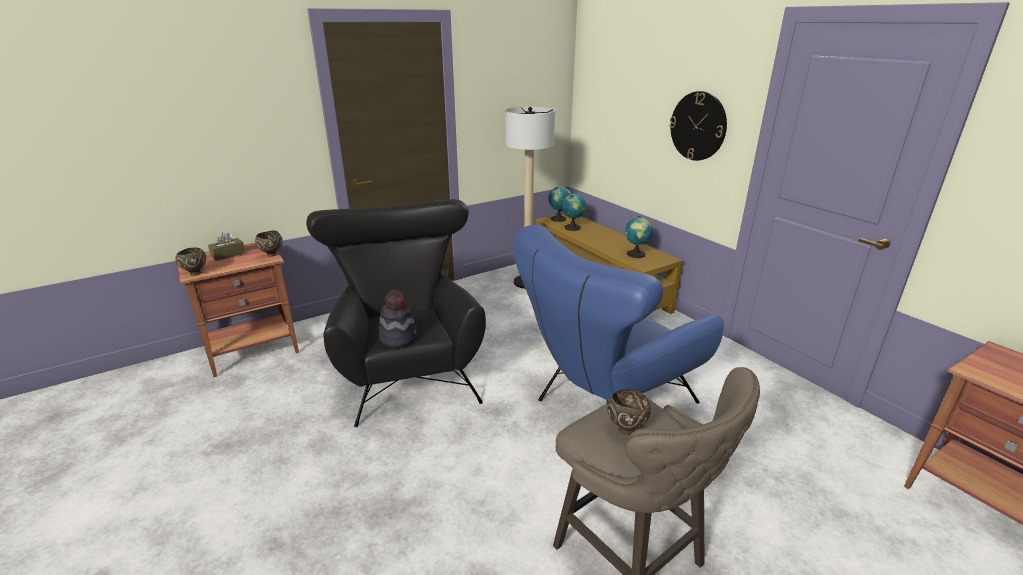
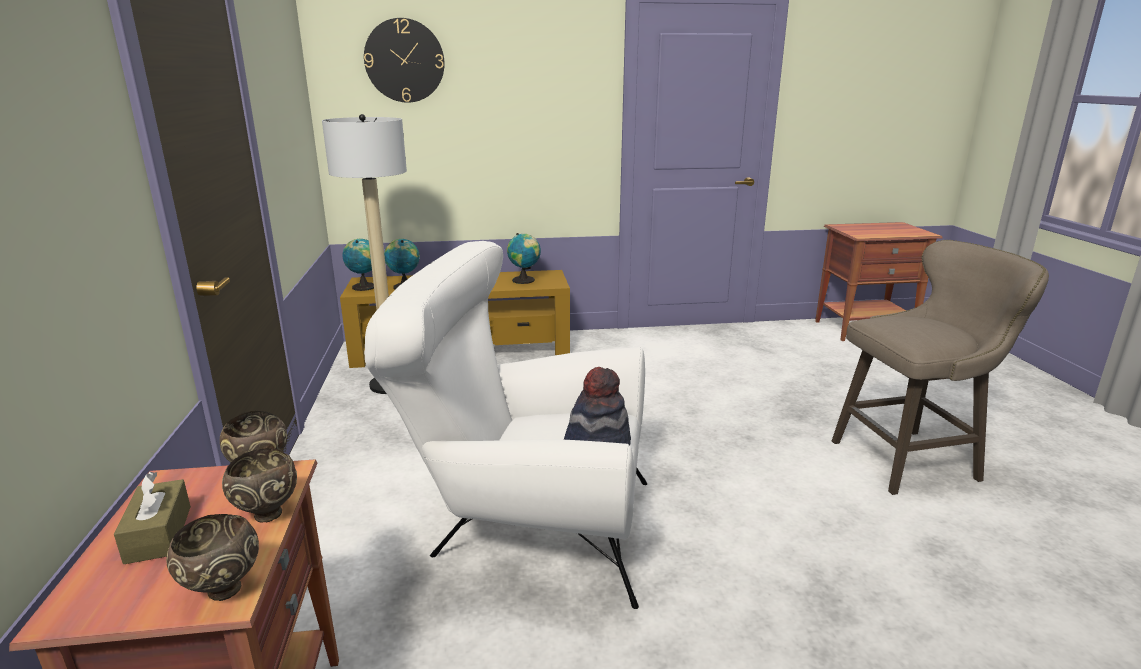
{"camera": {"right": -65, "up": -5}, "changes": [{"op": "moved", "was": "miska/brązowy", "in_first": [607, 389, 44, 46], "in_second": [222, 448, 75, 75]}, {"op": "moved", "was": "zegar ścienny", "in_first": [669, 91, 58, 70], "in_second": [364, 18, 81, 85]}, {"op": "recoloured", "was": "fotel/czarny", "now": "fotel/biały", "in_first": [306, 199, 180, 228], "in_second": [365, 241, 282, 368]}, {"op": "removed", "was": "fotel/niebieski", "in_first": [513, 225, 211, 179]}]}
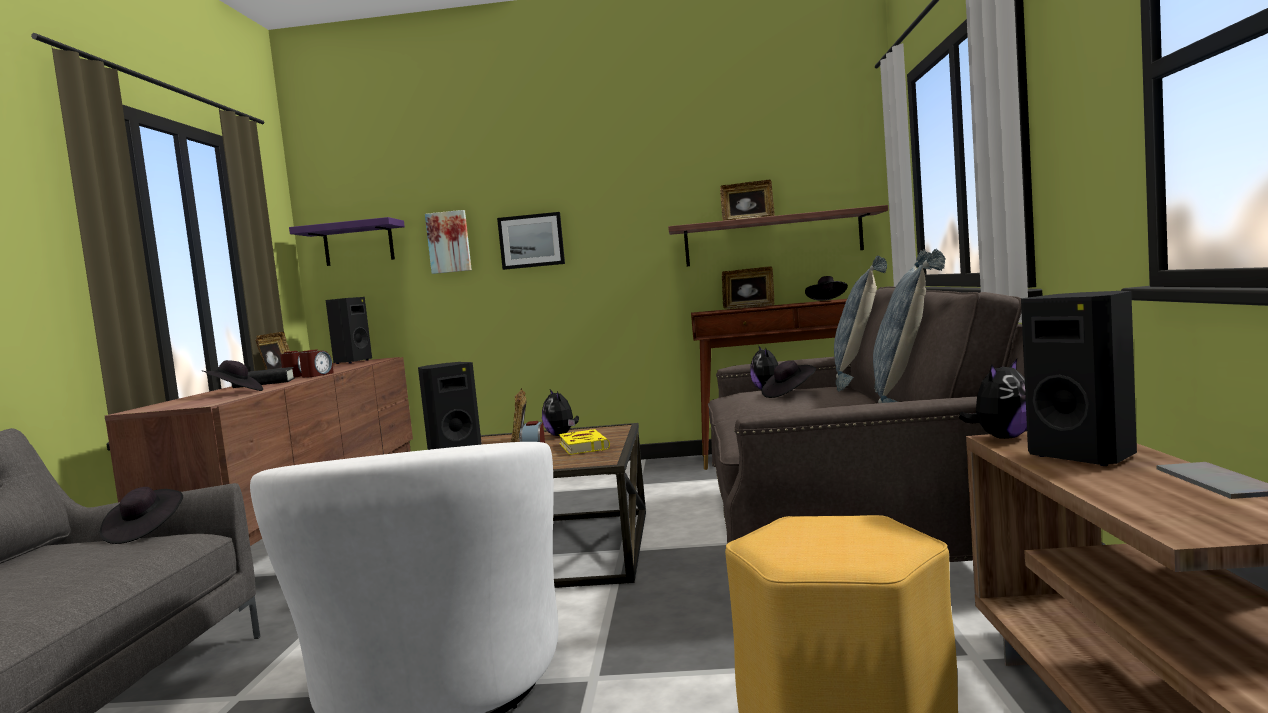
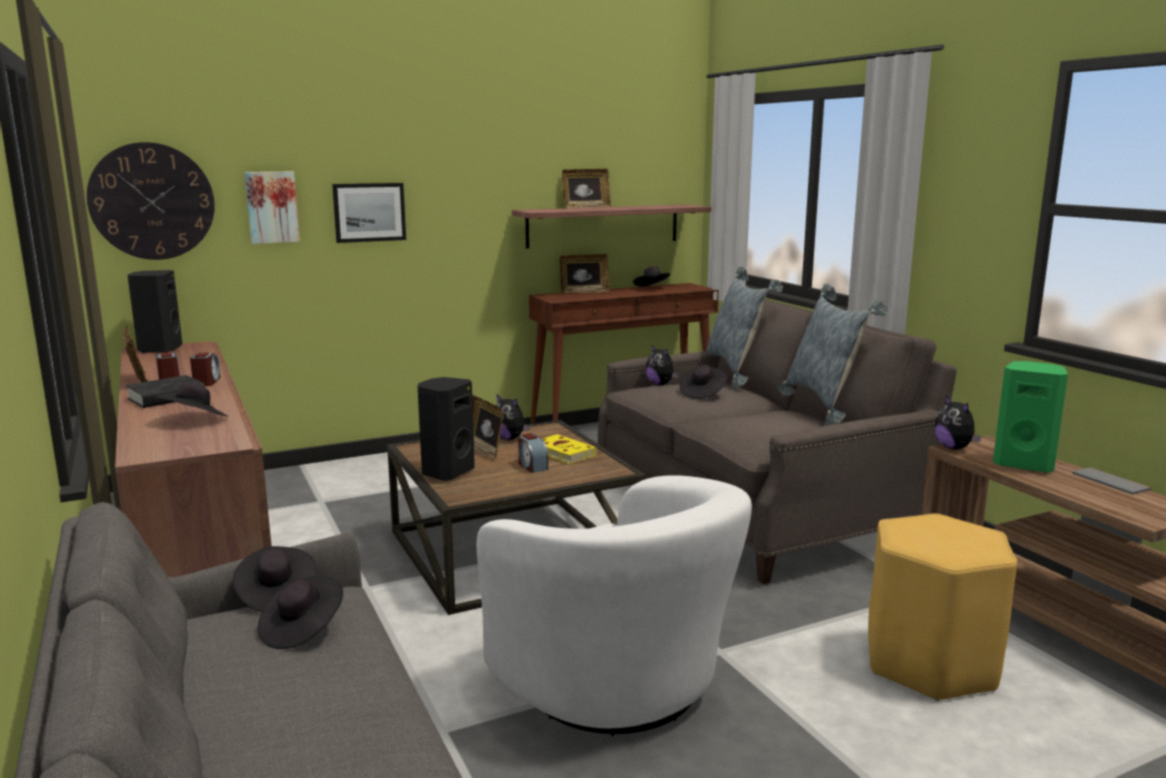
{"camera": {"right": -30, "up": 10}, "changes": [{"op": "replaced", "was": "półka/fioletowy", "now": "zegar ścienny", "in_first": [289, 217, 116, 49], "in_second": [87, 142, 128, 118]}, {"op": "added", "now": "kapelusz/czarny", "in_second": [257, 577, 86, 72]}, {"op": "turned", "was": "pluszak", "in_first": [959, 359, 68, 80], "in_second": [934, 395, 48, 55], "clockwise": 135}, {"op": "recoloured", "was": "głośnik/czarny", "now": "głośnik/zielony", "in_first": [1021, 291, 116, 175], "in_second": [993, 361, 75, 112]}]}
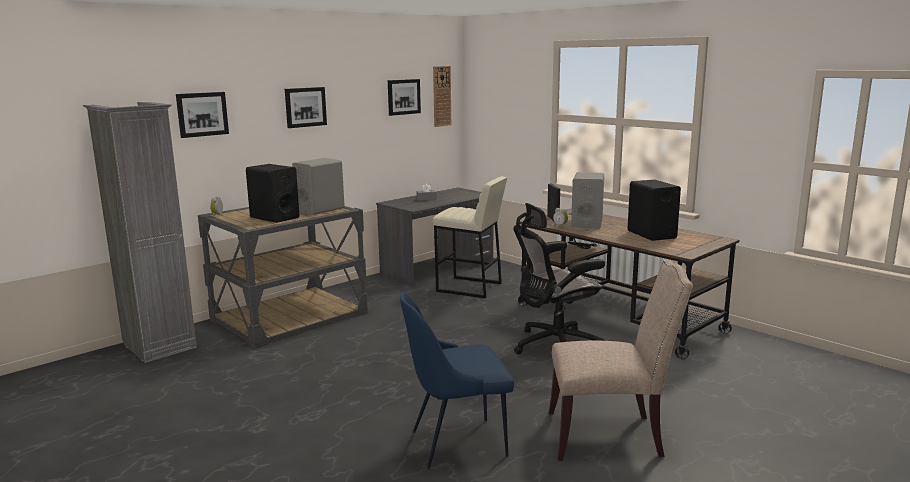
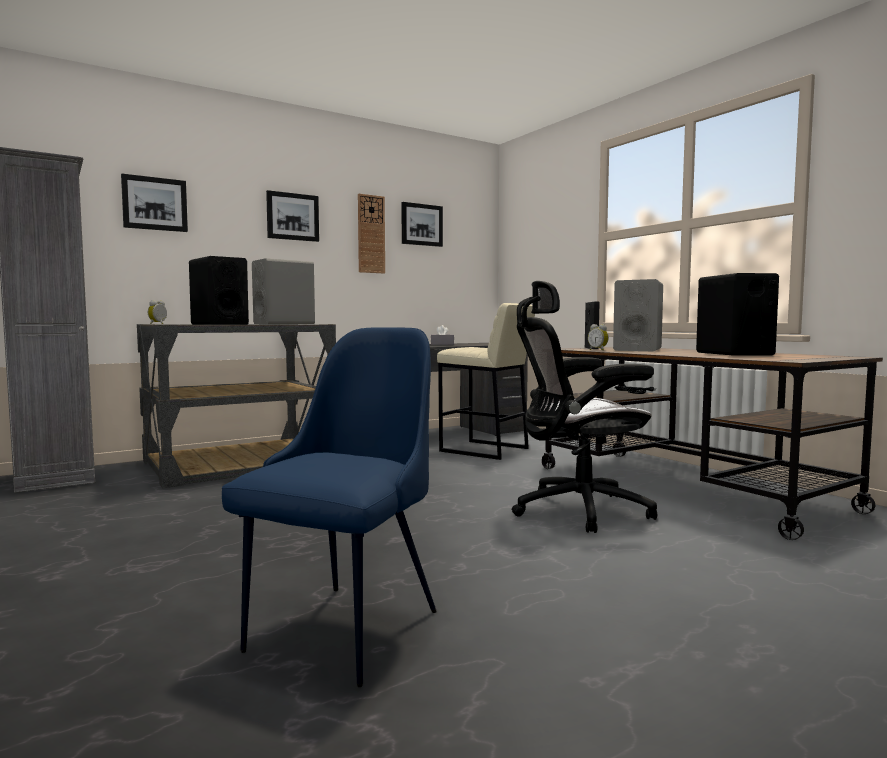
{"camera": {"right": 10, "up": -10}, "changes": [{"op": "turned", "was": "krzesło/niebieski", "in_first": [400, 292, 114, 177], "in_second": [222, 327, 215, 360], "clockwise": 120}, {"op": "moved", "was": "zegar ścienny", "in_first": [433, 66, 18, 61], "in_second": [358, 194, 27, 79]}, {"op": "removed", "was": "krzesło/beżowy", "in_first": [549, 259, 144, 202]}]}
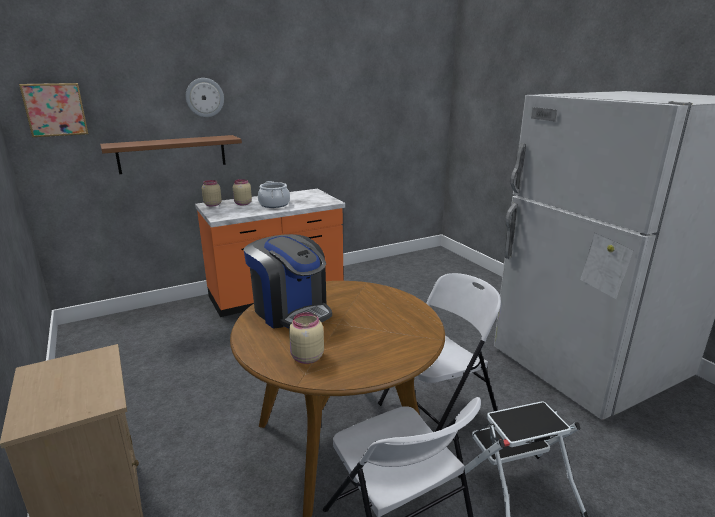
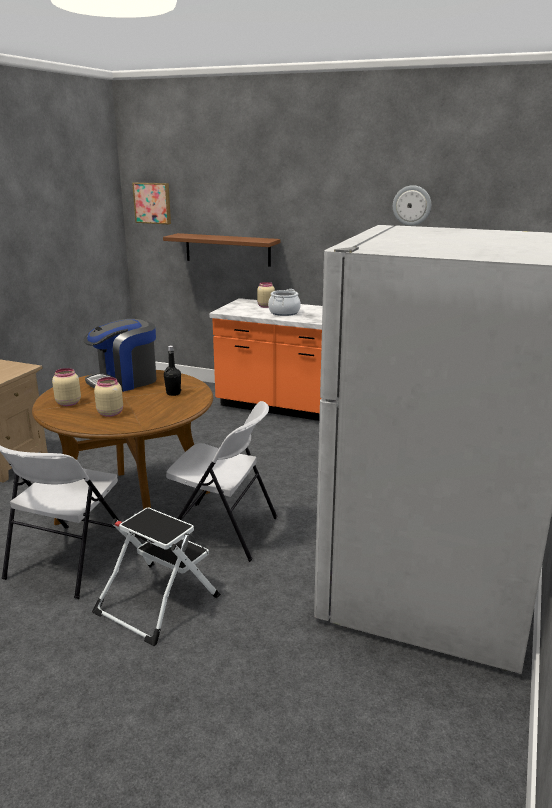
{"camera": {"right": 50, "up": 0}, "changes": [{"op": "turned", "was": "ekspres do kawy", "in_first": [244, 234, 88, 95], "in_second": [84, 319, 72, 73], "clockwise": 45}, {"op": "moved", "was": "słoik/beżowy", "in_first": [202, 180, 20, 27], "in_second": [94, 377, 29, 40]}, {"op": "added", "now": "butelka/czarny", "in_second": [164, 346, 17, 50]}, {"op": "moved", "was": "zegar ścienny", "in_first": [186, 78, 38, 39], "in_second": [393, 185, 38, 41]}]}
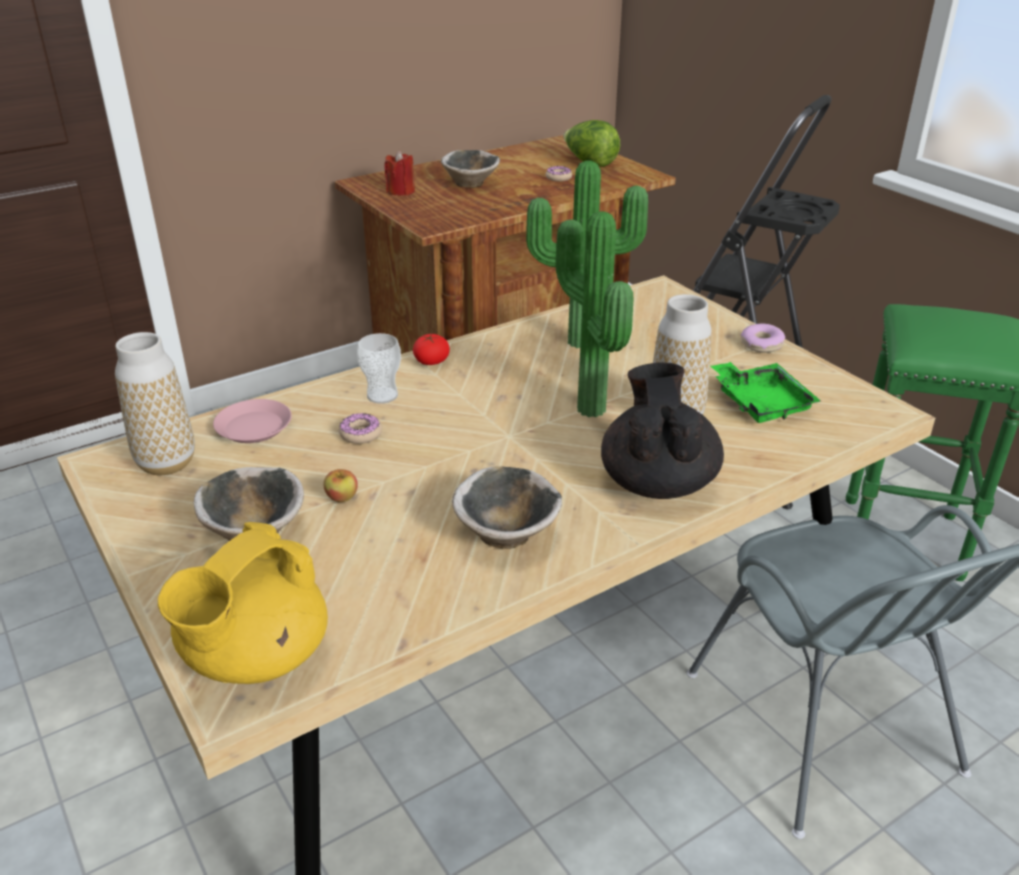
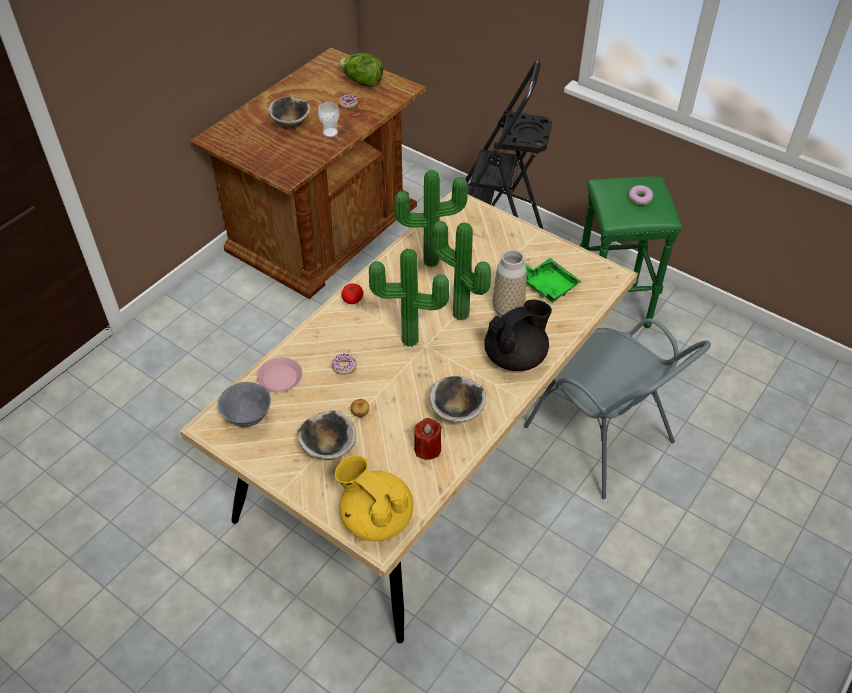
{"camera": {"right": -20, "up": 15}, "changes": [{"op": "replaced", "was": "wazon", "now": "miska/szary", "in_first": [115, 332, 80, 143], "in_second": [218, 382, 53, 45]}, {"op": "moved", "was": "filiżanka", "in_first": [357, 333, 44, 71], "in_second": [318, 102, 21, 35]}, {"op": "turned", "was": "imbryk/żółty", "in_first": [158, 522, 170, 162], "in_second": [335, 455, 78, 86], "clockwise": 120}, {"op": "added", "now": "roślina doniczkowa", "in_second": [369, 249, 80, 98]}, {"op": "moved", "was": "świeca/czerwony", "in_first": [384, 151, 31, 45], "in_second": [414, 418, 28, 42]}, {"op": "turned", "was": "imbryk/czarny", "in_first": [601, 362, 123, 137], "in_second": [484, 299, 68, 72], "clockwise": 75}, {"op": "moved", "was": "donut", "in_first": [741, 324, 44, 29], "in_second": [629, 185, 24, 20]}]}
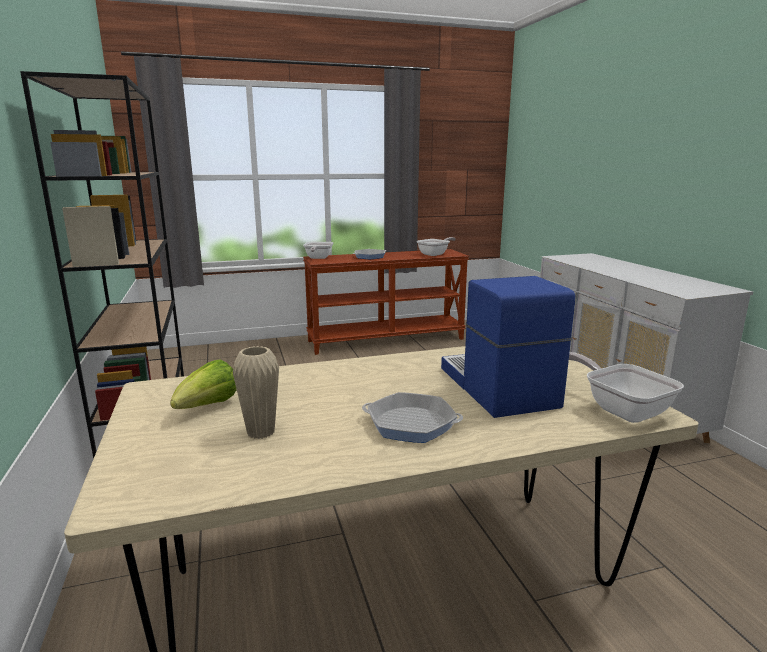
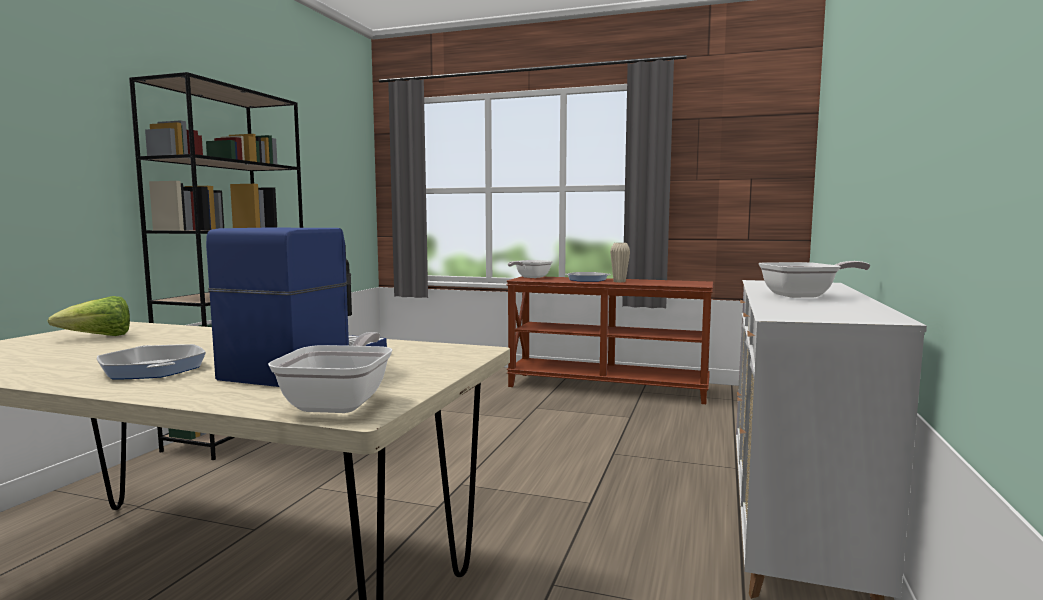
{"camera": {"right": 35, "up": -10}, "changes": [{"op": "moved", "was": "wazon/beżowy", "in_first": [233, 346, 46, 93], "in_second": [610, 243, 20, 40]}, {"op": "moved", "was": "patelnia", "in_first": [417, 237, 39, 19], "in_second": [759, 261, 111, 37]}]}
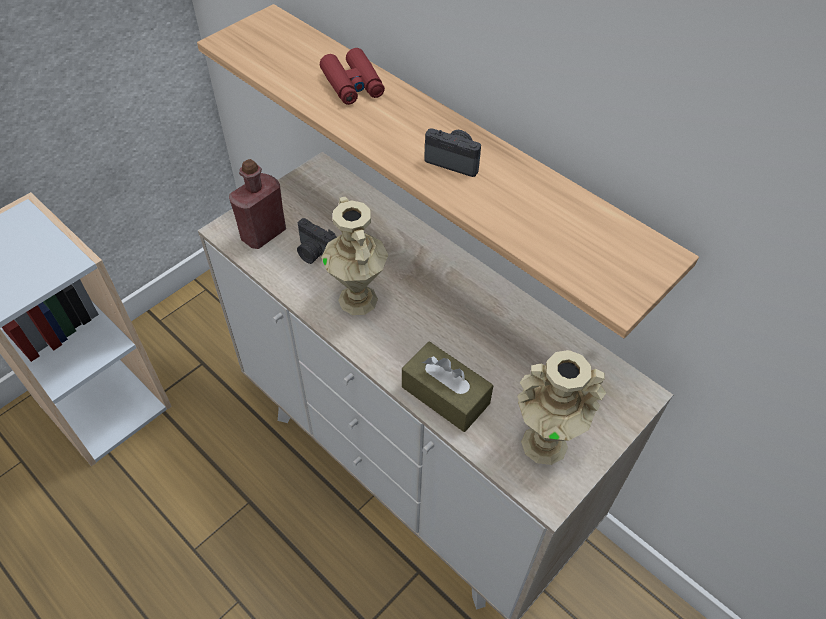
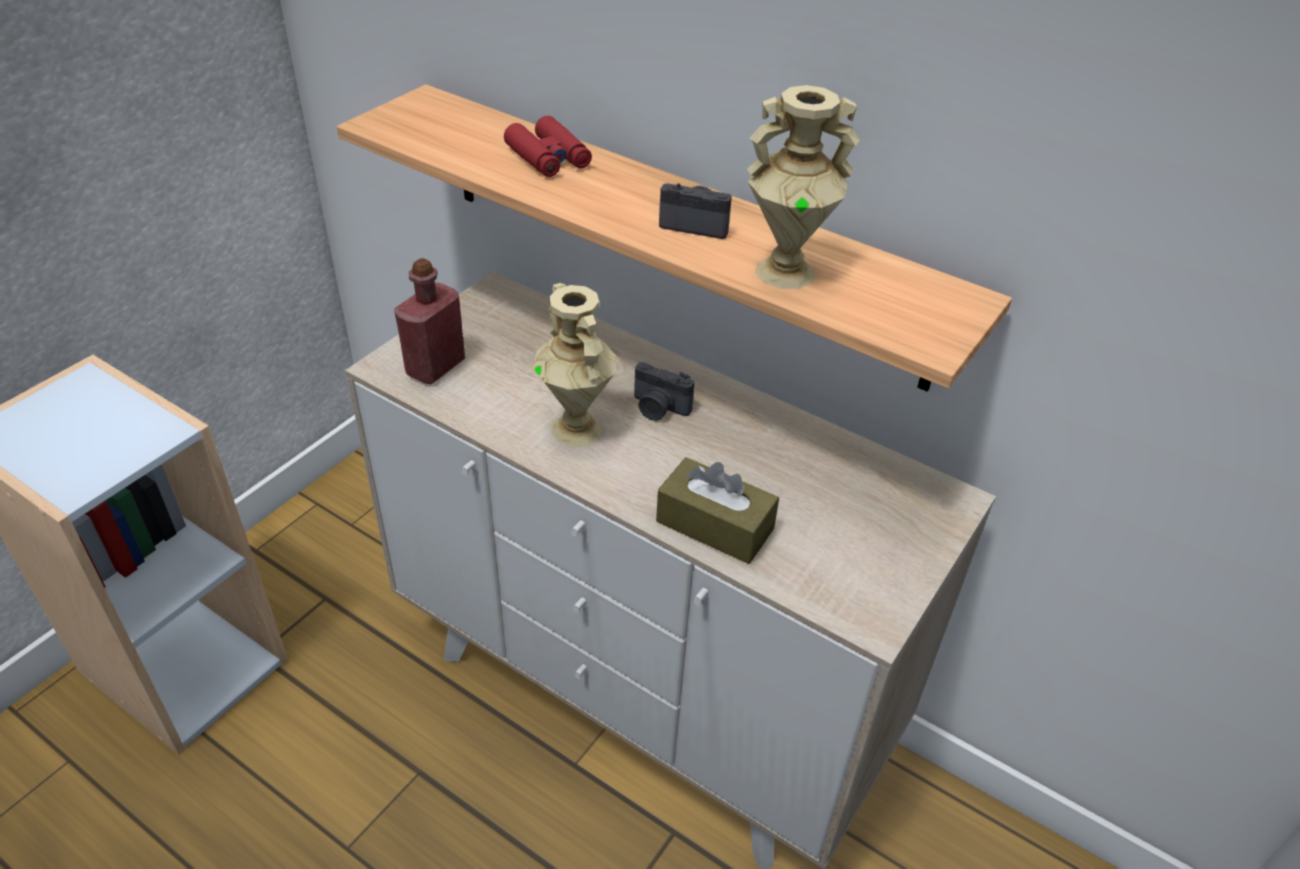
{"camera": {"right": -10, "up": -10}, "changes": [{"op": "moved", "was": "aparat fotograficzny", "in_first": [297, 218, 40, 46], "in_second": [634, 362, 60, 59]}, {"op": "moved", "was": "wazon/beżowy", "in_first": [517, 350, 89, 115], "in_second": [747, 85, 113, 204]}]}
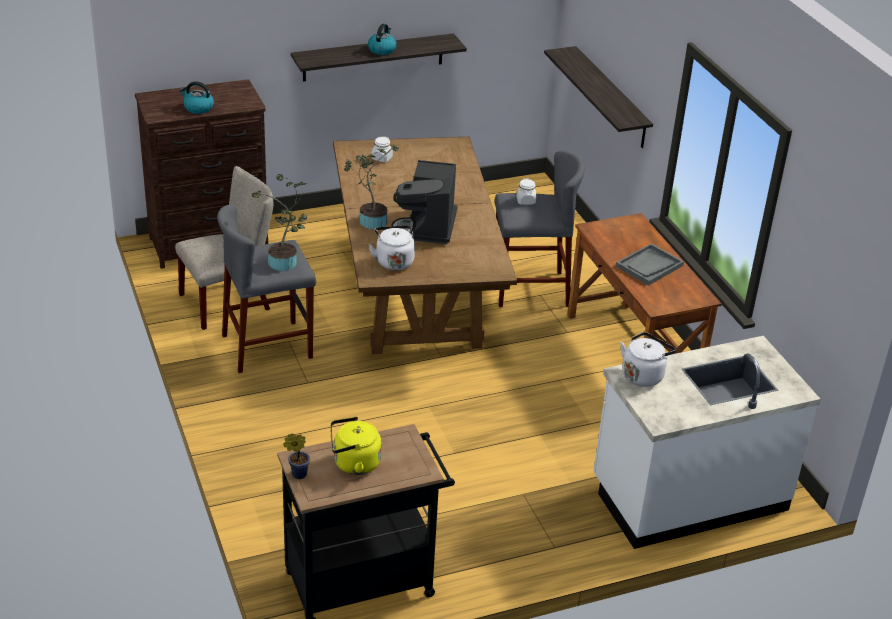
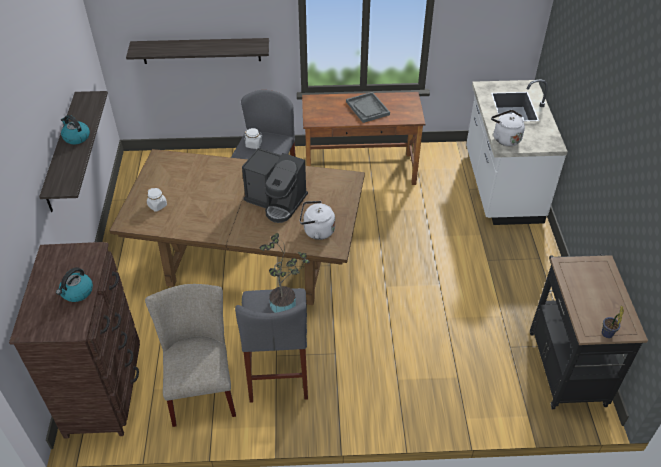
{"camera": {"right": -70, "up": 10}, "changes": [{"op": "removed", "was": "czajnik/żółty", "in_first": [330, 417, 52, 58]}, {"op": "removed", "was": "roślina doniczkowa", "in_first": [344, 145, 55, 84]}]}
